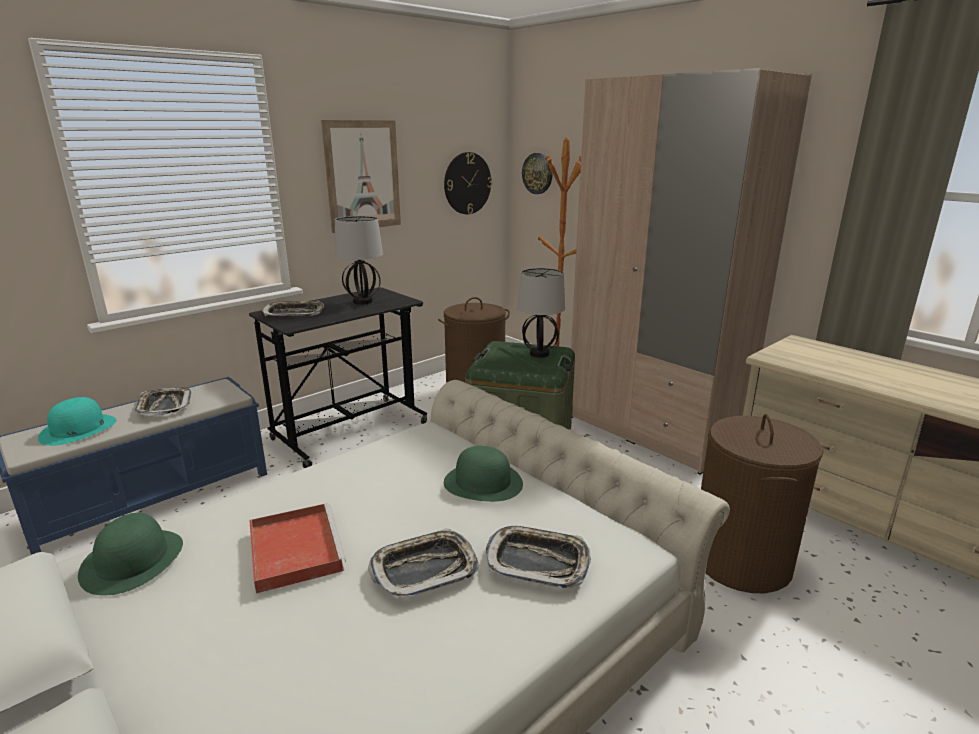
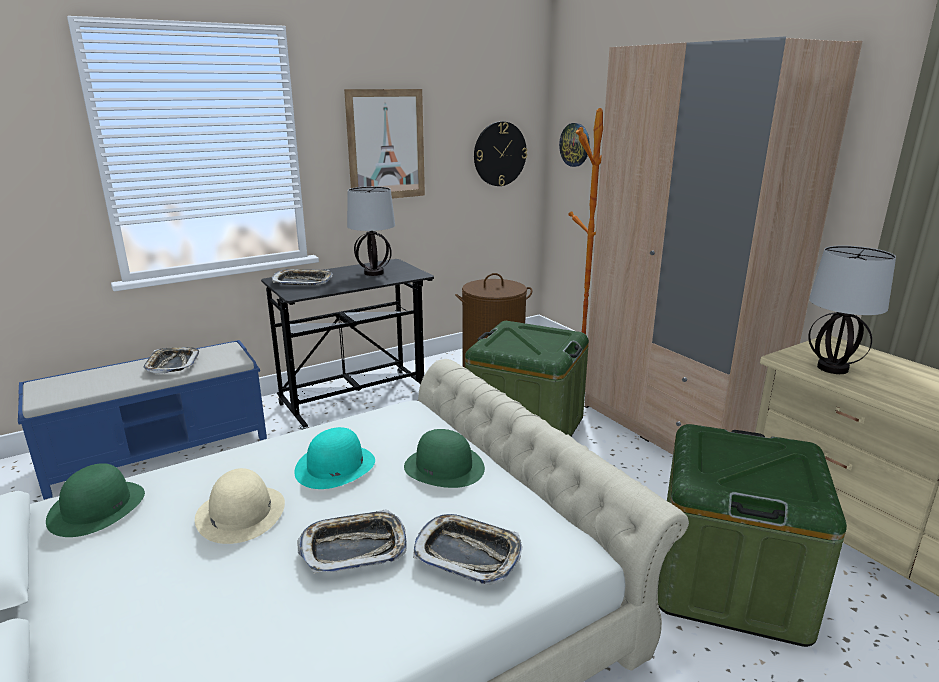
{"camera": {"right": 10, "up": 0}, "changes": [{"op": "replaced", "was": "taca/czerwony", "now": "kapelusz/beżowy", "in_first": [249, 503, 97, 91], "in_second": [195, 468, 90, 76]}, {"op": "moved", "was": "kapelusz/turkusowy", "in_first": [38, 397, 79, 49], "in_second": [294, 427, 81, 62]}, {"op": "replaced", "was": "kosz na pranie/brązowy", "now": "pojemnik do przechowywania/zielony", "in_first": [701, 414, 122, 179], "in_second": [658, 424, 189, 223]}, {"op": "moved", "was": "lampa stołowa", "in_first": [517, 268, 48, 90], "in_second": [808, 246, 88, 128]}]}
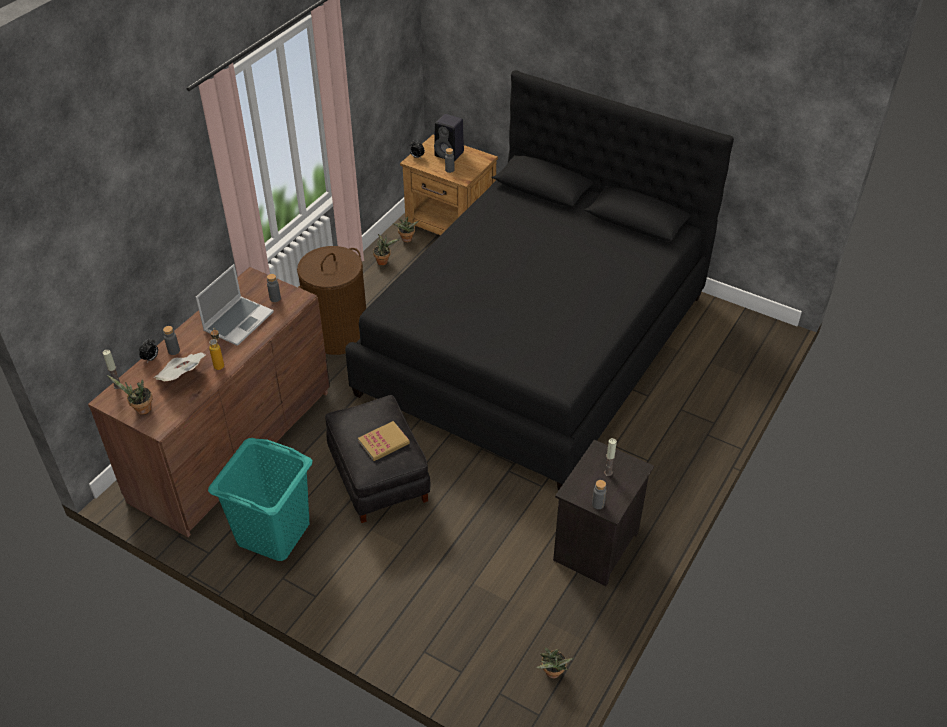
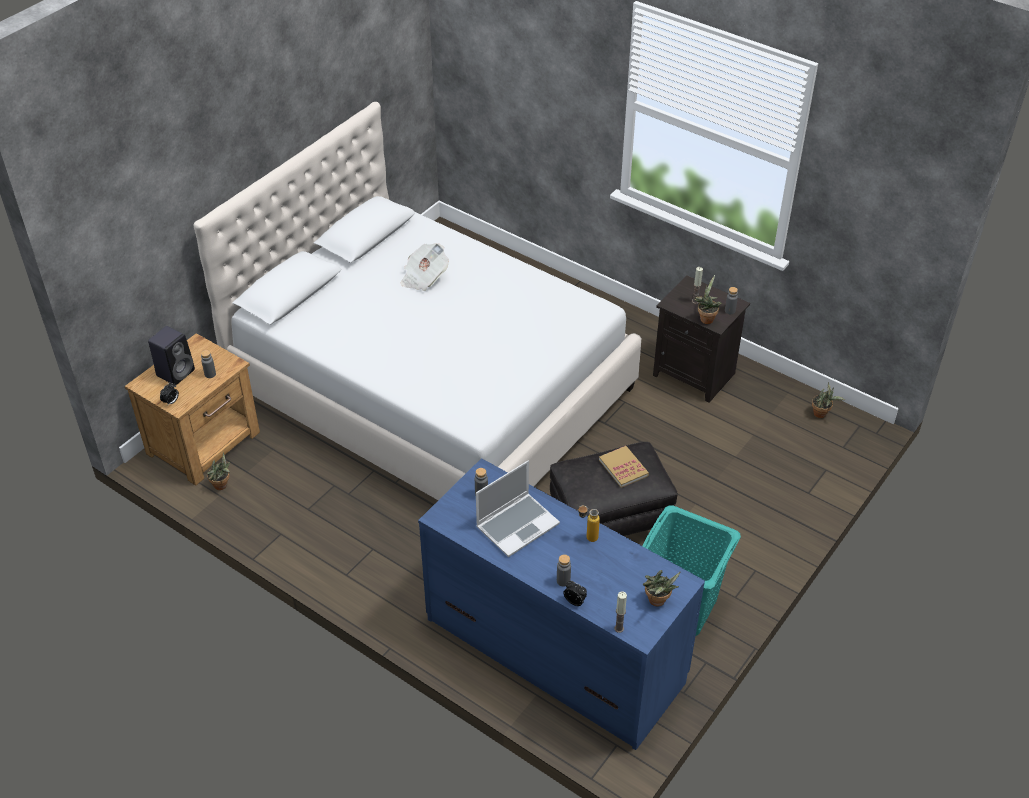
{"camera": {"right": -85, "up": 0}, "changes": [{"op": "recoloured", "was": "łóżko/czarny", "now": "łóżko/biały", "in_first": [345, 70, 389, 420], "in_second": [194, 102, 447, 398]}, {"op": "moved", "was": "gazeta", "in_first": [154, 352, 51, 29], "in_second": [400, 243, 49, 48]}, {"op": "recoloured", "was": "komoda/brązowy", "now": "komoda/niebieski", "in_first": [88, 267, 242, 270], "in_second": [418, 459, 287, 291]}, {"op": "turned", "was": "laptop", "in_first": [196, 264, 78, 82], "in_second": [476, 461, 84, 96], "clockwise": 105}, {"op": "moved", "was": "roślina doniczkowa", "in_first": [373, 234, 27, 31], "in_second": [694, 275, 28, 49]}, {"op": "removed", "was": "kosz na pranie/brązowy", "in_first": [297, 246, 69, 109]}]}
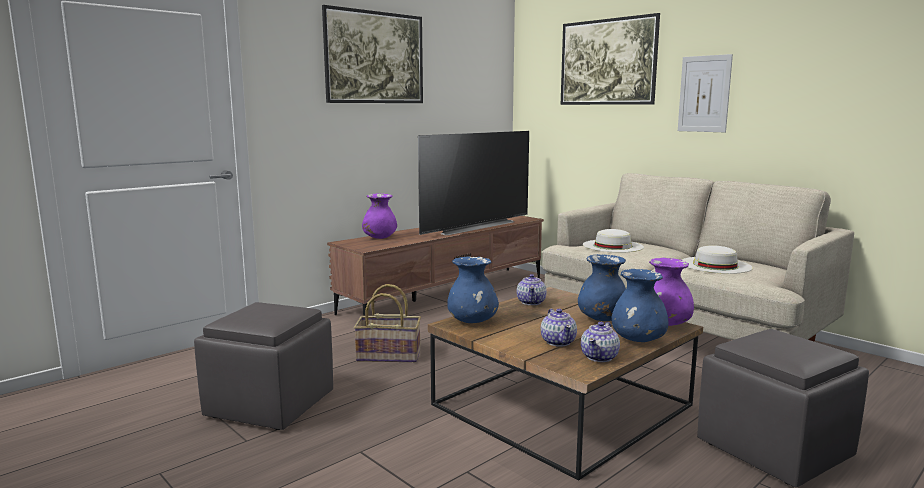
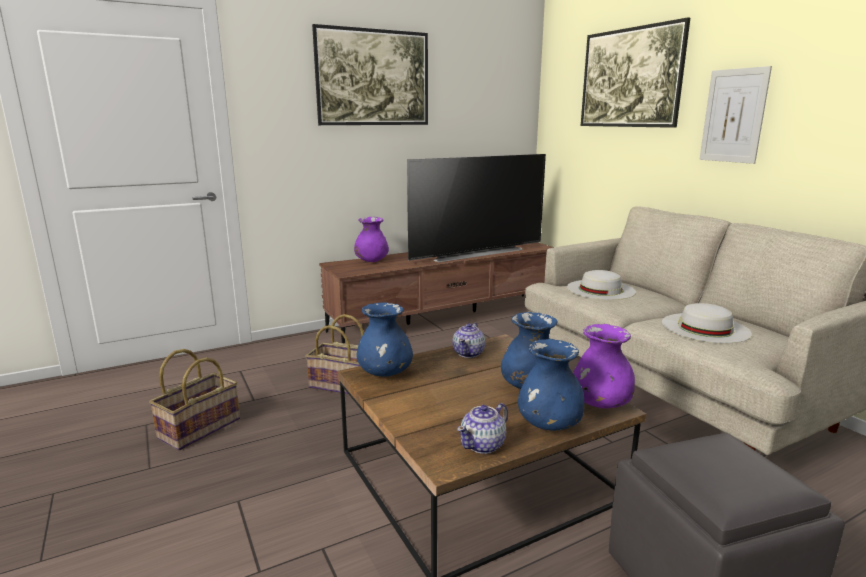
{"camera": {"right": 15, "up": 5}, "changes": [{"op": "replaced", "was": "pufa/szary", "now": "koszyk", "in_first": [194, 302, 139, 128], "in_second": [149, 349, 91, 102]}, {"op": "removed", "was": "imbryk", "in_first": [541, 309, 36, 38]}]}
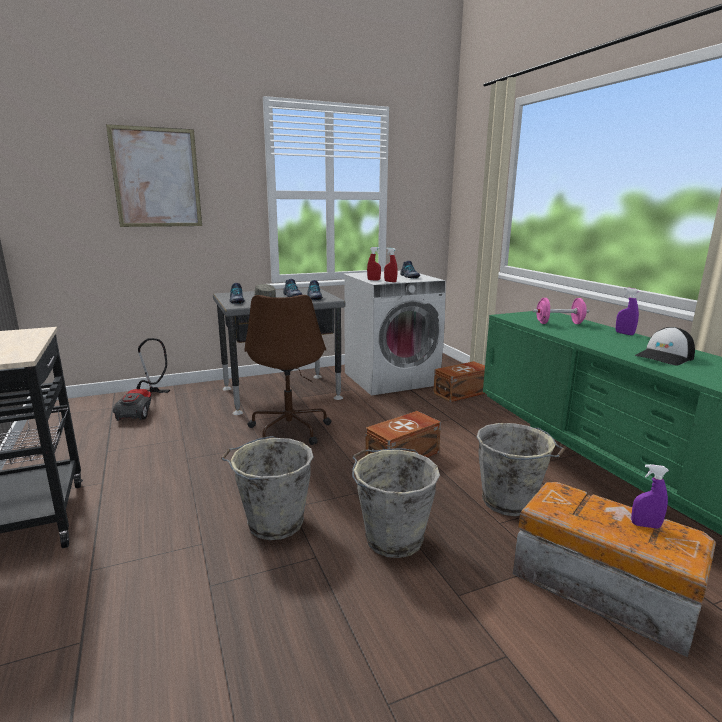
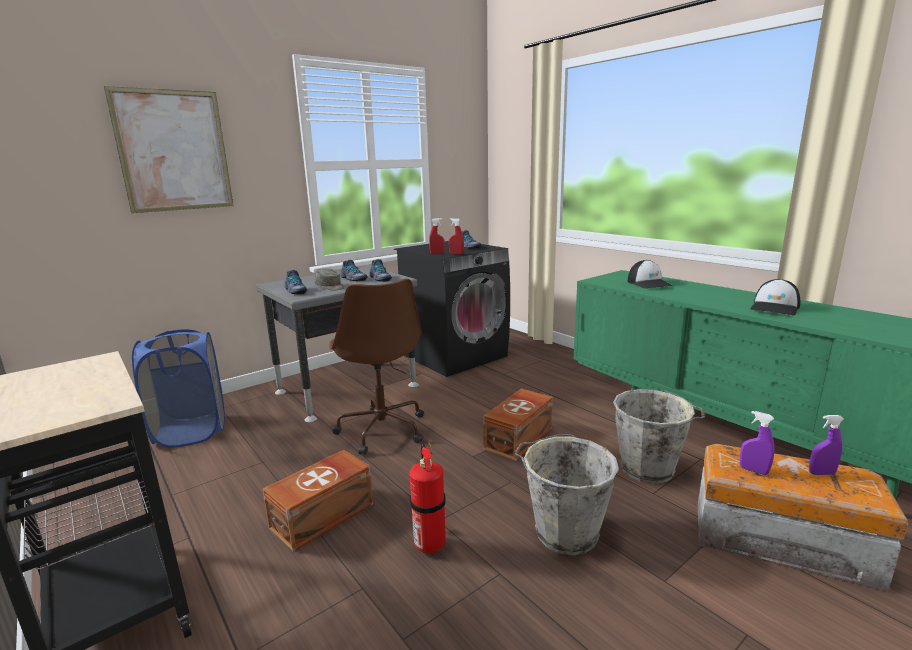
{"camera": {"right": -15, "up": 0}, "changes": [{"op": "replaced", "was": "odkurzacz", "now": "kosz na pranie/niebieski", "in_first": [113, 338, 57, 83], "in_second": [132, 329, 93, 119]}, {"op": "moved", "was": "pojemnik do przechowywania/brązowy", "in_first": [433, 361, 52, 41], "in_second": [262, 450, 111, 102]}, {"op": "recoloured", "was": "pralka/biały", "now": "pralka/czarny", "in_first": [343, 271, 102, 125], "in_second": [394, 241, 116, 136]}, {"op": "replaced", "was": "wiadro/szary", "now": "gaśnica", "in_first": [221, 436, 93, 104], "in_second": [410, 443, 36, 111]}, {"op": "replaced", "was": "hantel/różowy", "now": "czapka z daszkiem", "in_first": [533, 298, 56, 26], "in_second": [627, 260, 46, 29]}, {"op": "moved", "was": "spryskiwacz/fioletowy", "in_first": [616, 287, 23, 48], "in_second": [740, 411, 35, 64]}]}
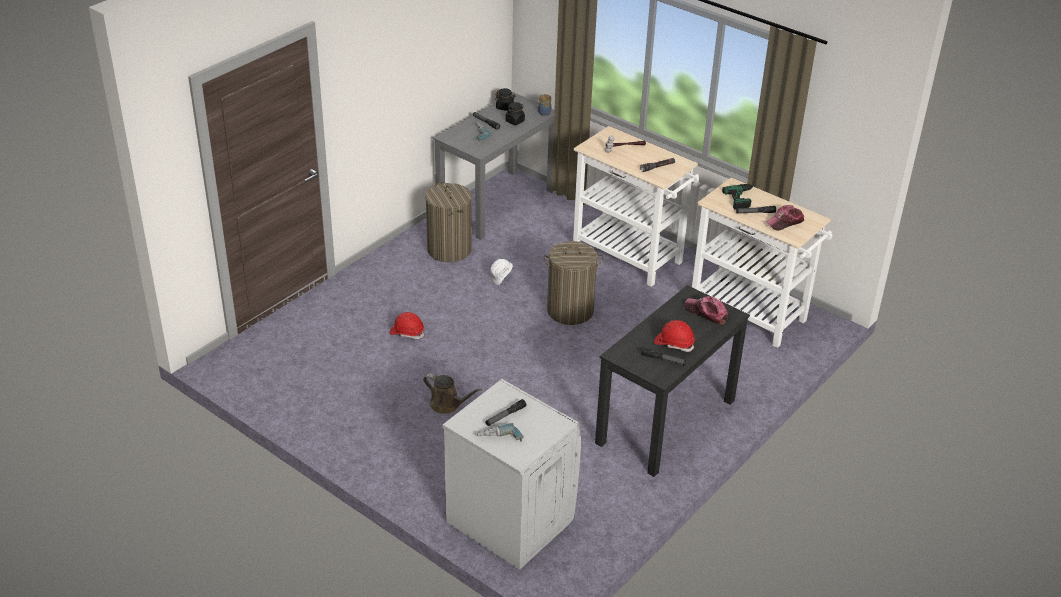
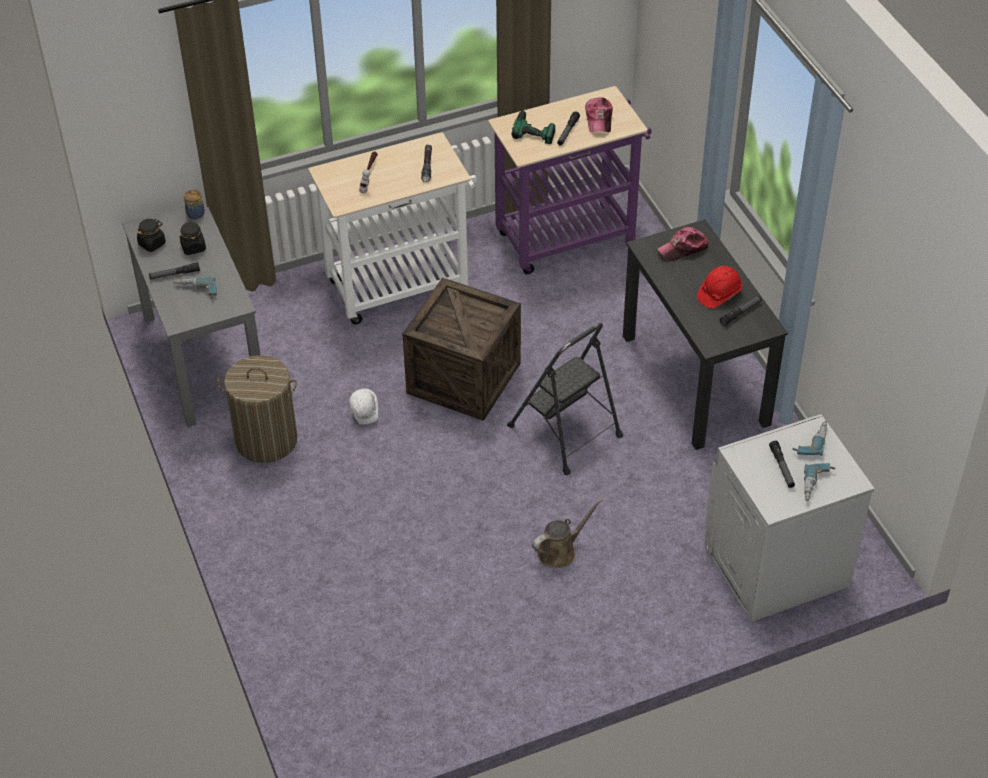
{"camera": {"right": -60, "up": 10}, "changes": [{"op": "replaced", "was": "kosz na pranie", "now": "skrzynka", "in_first": [543, 241, 61, 84], "in_second": [402, 277, 119, 144]}, {"op": "recoloured", "was": "wózek/biały", "now": "wózek/fioletowy", "in_first": [692, 178, 140, 170], "in_second": [489, 86, 163, 188]}, {"op": "added", "now": "drabinka/czarny", "in_second": [507, 323, 116, 152]}, {"op": "added", "now": "wiertarka", "in_second": [792, 420, 35, 36]}, {"op": "removed", "was": "kask/czerwony", "in_first": [389, 312, 35, 27]}]}
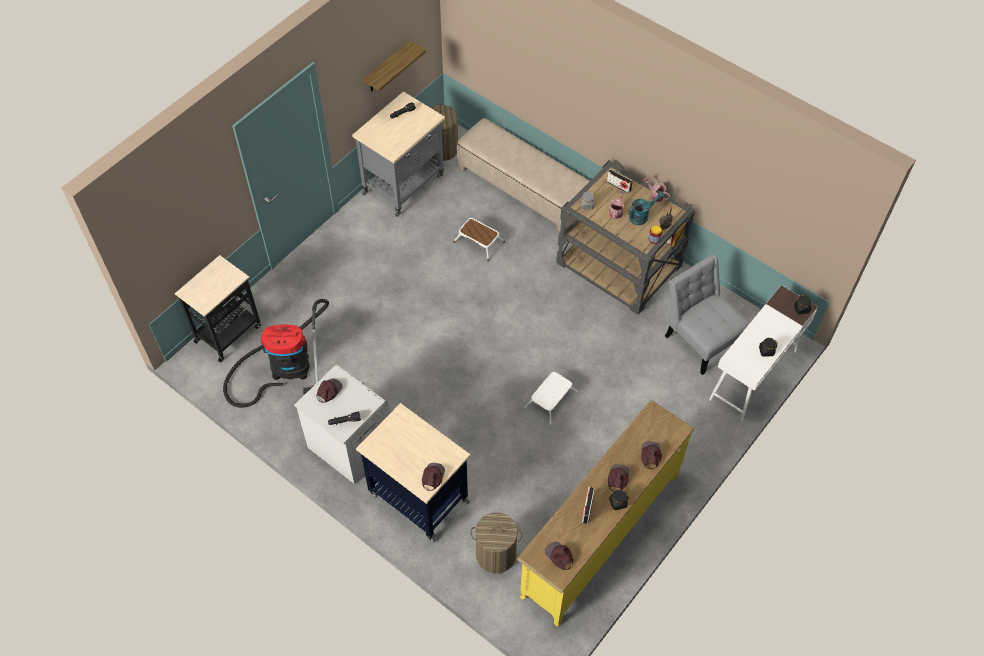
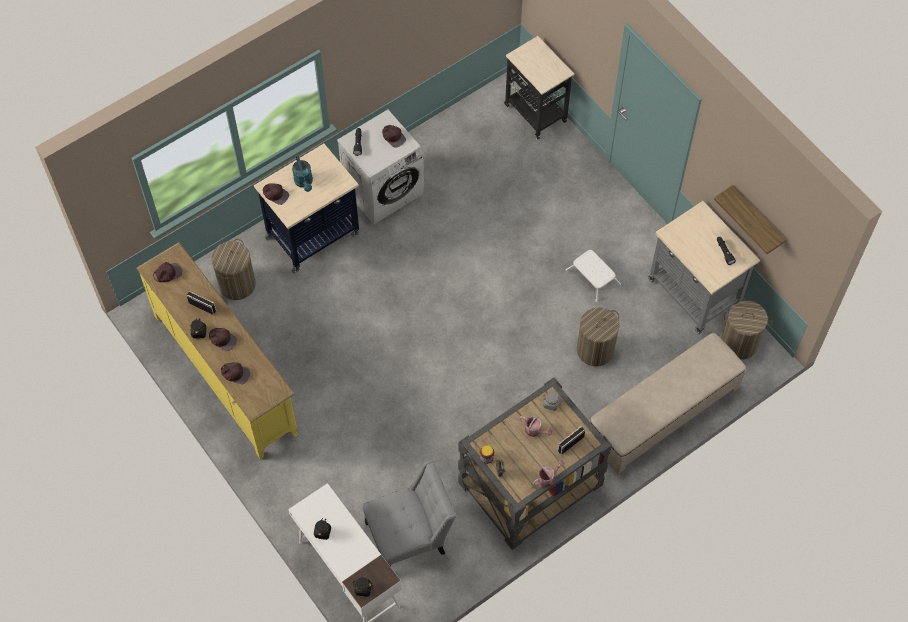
{"camera": {"right": 105, "up": 5}, "changes": [{"op": "moved", "was": "konewka/turkusowy", "in_first": [628, 191, 36, 34], "in_second": [292, 155, 21, 37]}, {"op": "moved", "was": "drabinka/biały", "in_first": [524, 372, 54, 53], "in_second": [566, 250, 55, 52]}, {"op": "replaced", "was": "drabinka/brązowy", "now": "kosz na pranie", "in_first": [453, 218, 52, 44], "in_second": [577, 307, 43, 59]}, {"op": "removed", "was": "odkurzacz", "in_first": [223, 299, 106, 109]}]}
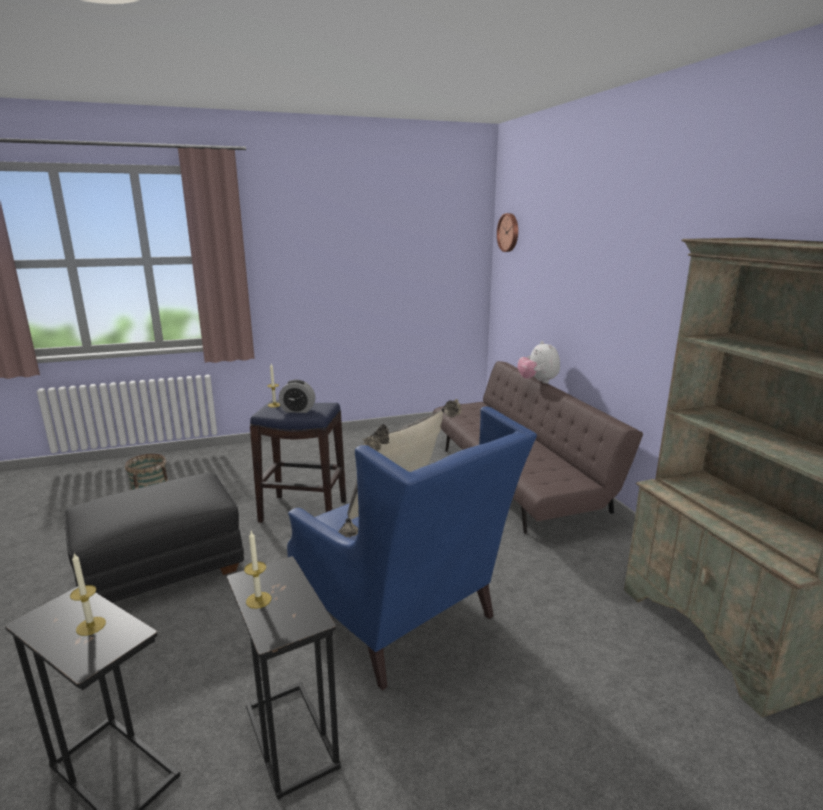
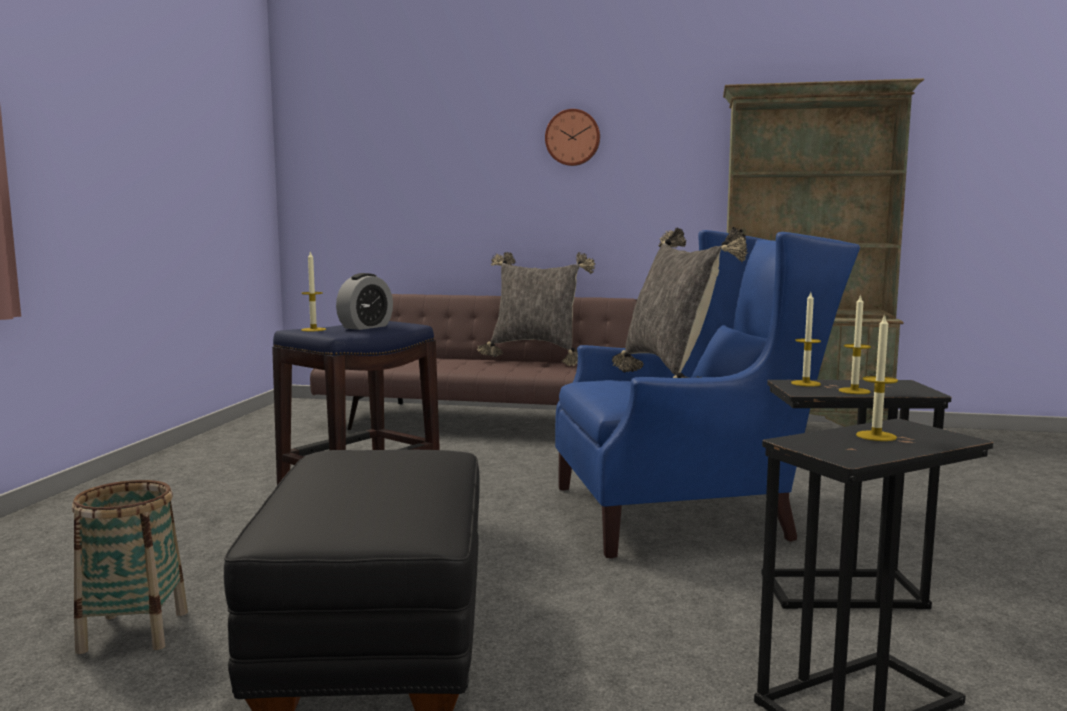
{"camera": {"right": -60, "up": -10}, "changes": [{"op": "added", "now": "poduszka", "in_second": [477, 252, 119, 114]}, {"op": "moved", "was": "zegar ścienny", "in_first": [497, 213, 21, 39], "in_second": [545, 109, 55, 57]}, {"op": "added", "now": "świeca", "in_second": [791, 292, 30, 95]}, {"op": "removed", "was": "pluszak", "in_first": [517, 341, 43, 42]}]}
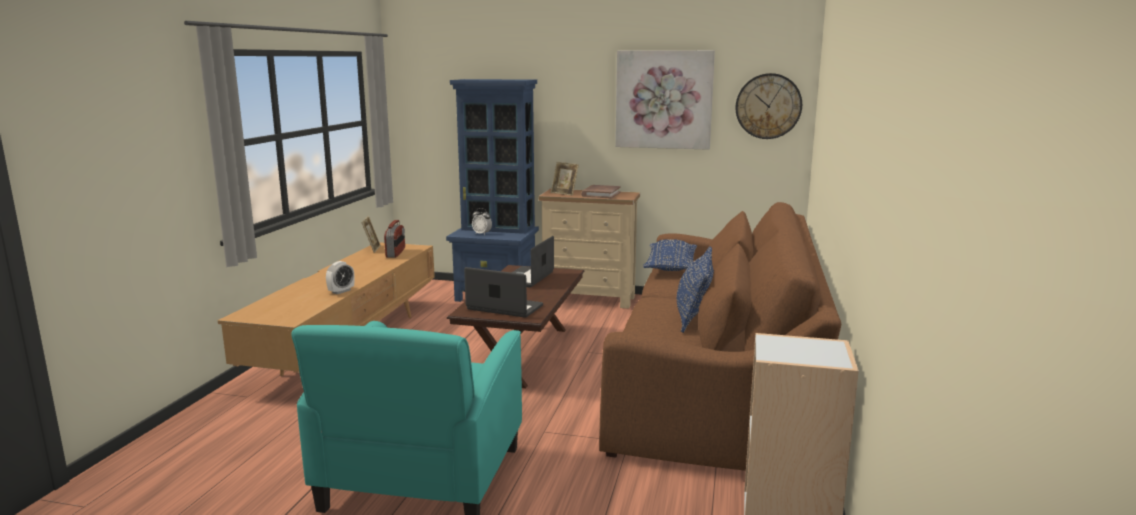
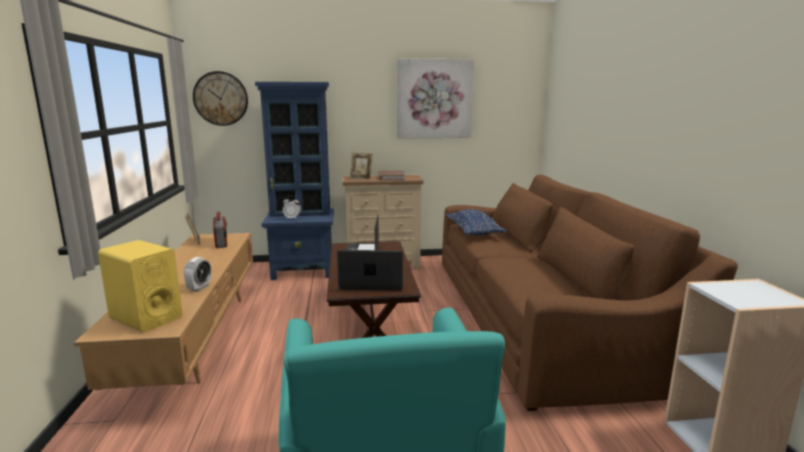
{"camera": {"right": -20, "up": 0}, "changes": [{"op": "added", "now": "głośnik/żółty", "in_second": [98, 240, 85, 92]}, {"op": "moved", "was": "zegar ścienny", "in_first": [735, 73, 67, 66], "in_second": [193, 71, 55, 55]}, {"op": "removed", "was": "poduszka/niebieski", "in_first": [677, 246, 37, 87]}]}
